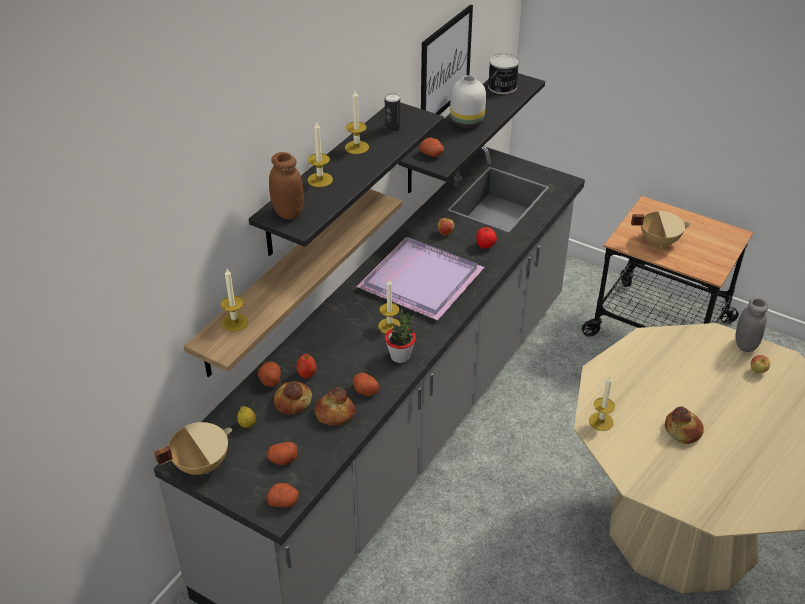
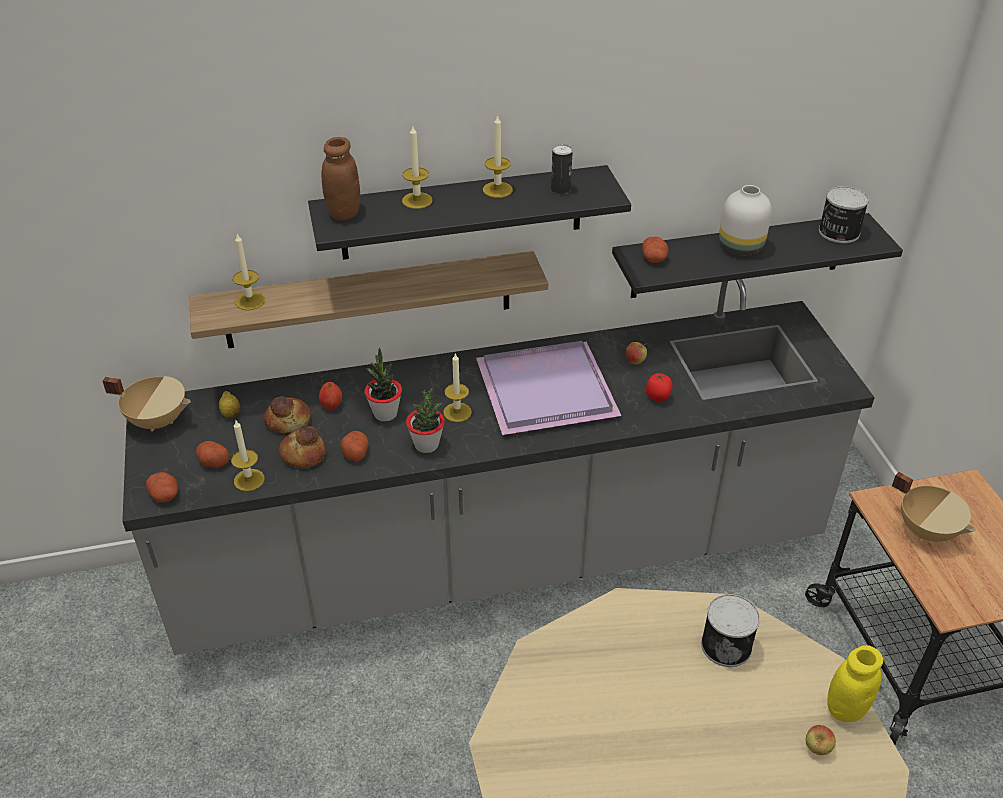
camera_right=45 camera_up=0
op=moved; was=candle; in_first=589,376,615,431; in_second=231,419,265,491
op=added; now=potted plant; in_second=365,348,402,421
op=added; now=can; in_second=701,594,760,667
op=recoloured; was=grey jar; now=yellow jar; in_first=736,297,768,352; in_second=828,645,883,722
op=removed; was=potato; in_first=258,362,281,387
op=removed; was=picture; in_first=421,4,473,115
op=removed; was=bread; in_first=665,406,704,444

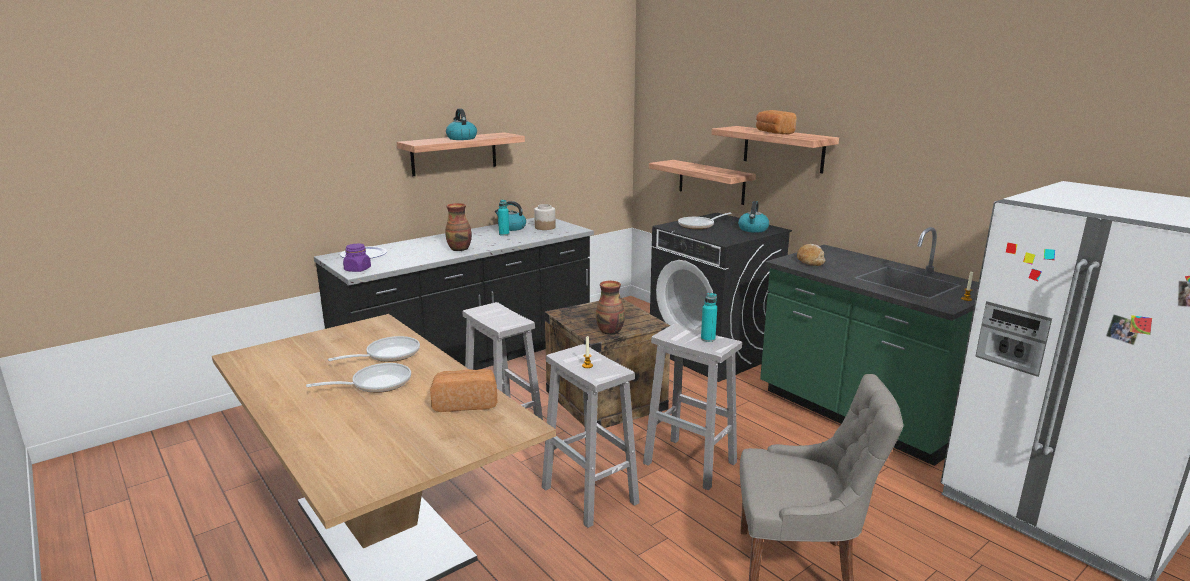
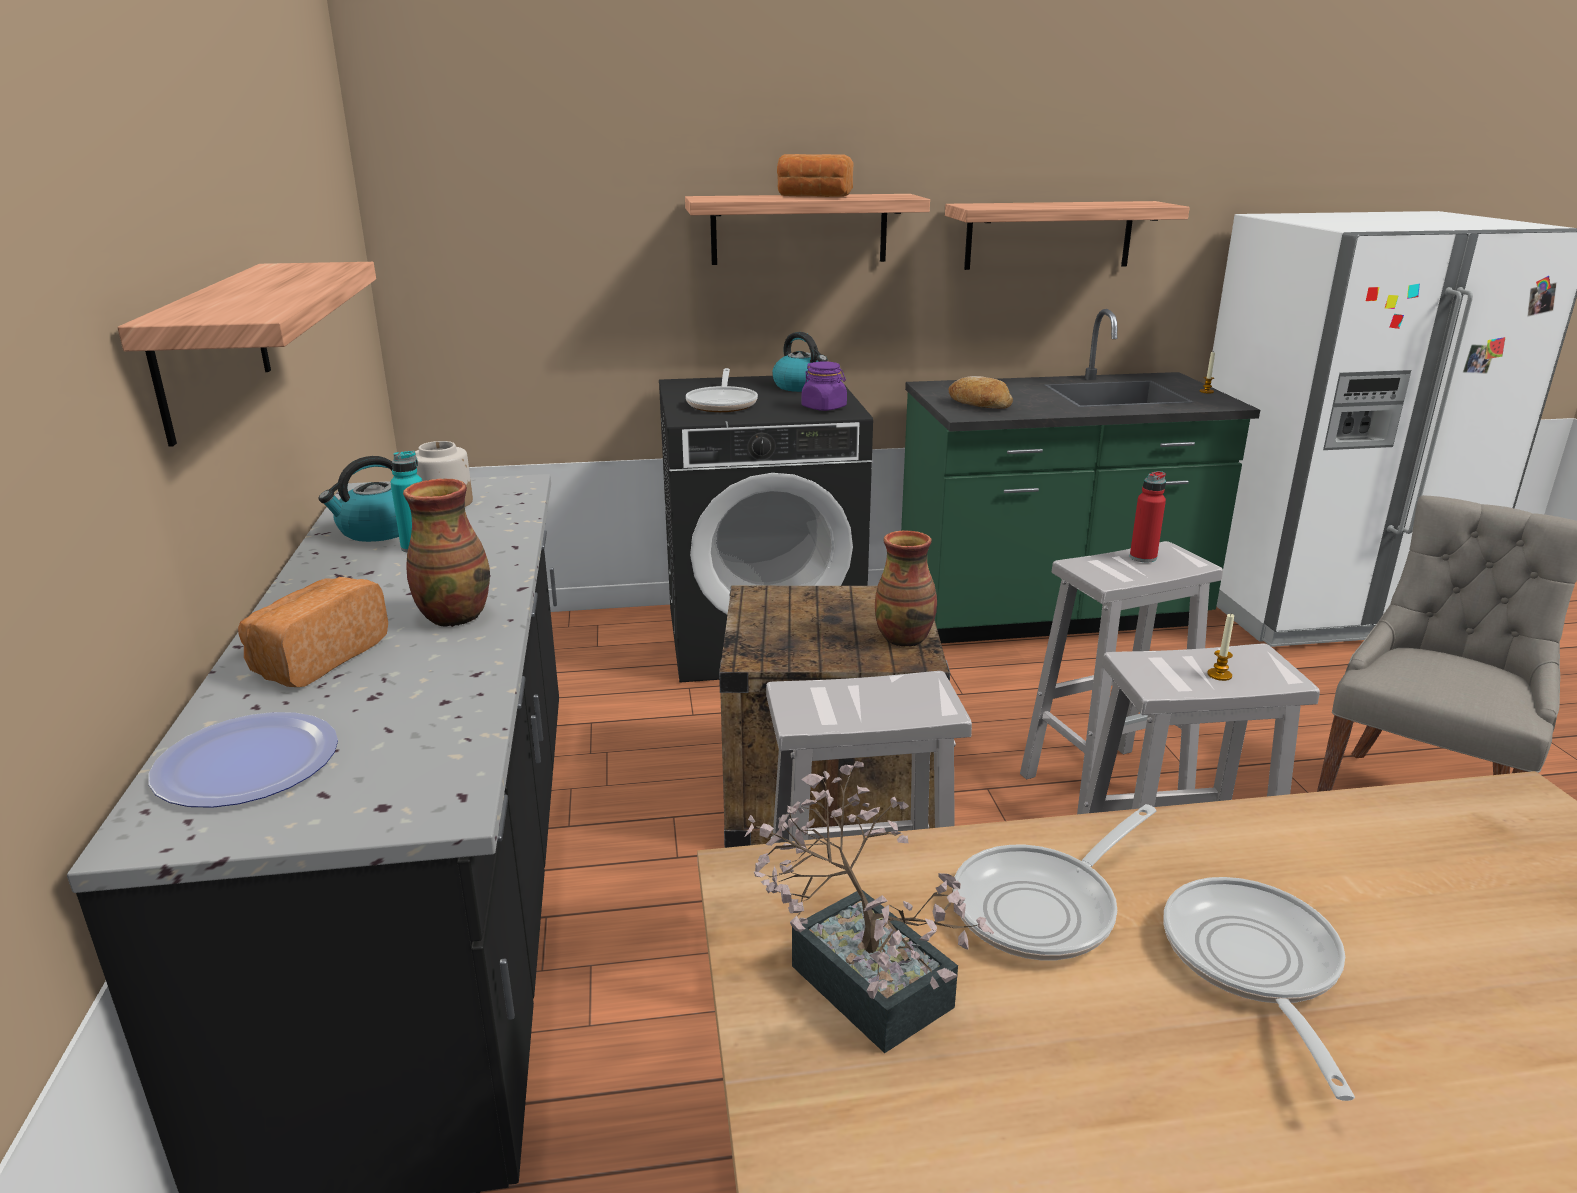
camera_right=-60 camera_up=5
op=moved; was=bread; in_first=430,369,497,412; in_second=238,577,388,687
op=added; now=potted plant; in_second=744,761,994,1053
op=moved; was=purple jar; in_first=343,244,371,272; in_second=802,361,847,411
op=moved; was=shelf; in_first=649,160,756,205; in_second=945,201,1190,270
op=turned; was=frying pan; in_first=328,336,420,362; in_second=953,804,1156,960; clockwise=-120
op=recoloured; was=turquoise bottle; now=red bottle; in_first=701,293,717,342; in_second=1130,471,1166,563
op=removed; was=kettle; in_first=446,108,477,140

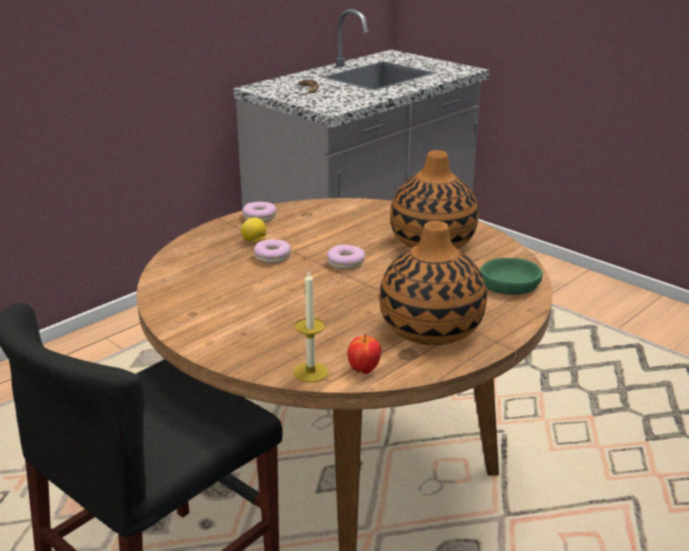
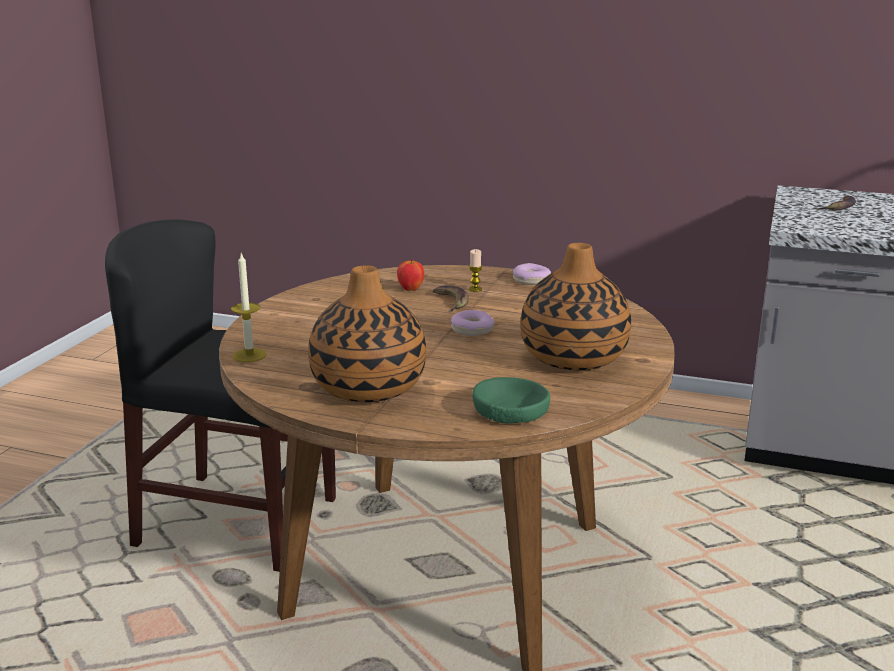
camera_right=65 camera_up=-5
op=moved; was=apple; in_first=348,334,381,374; in_second=397,258,424,291
op=replaced; was=donut; now=banana; in_first=254,239,291,264; in_second=433,286,469,312
op=replaced; was=lemon; now=candle; in_first=241,218,266,242; in_second=469,249,482,292

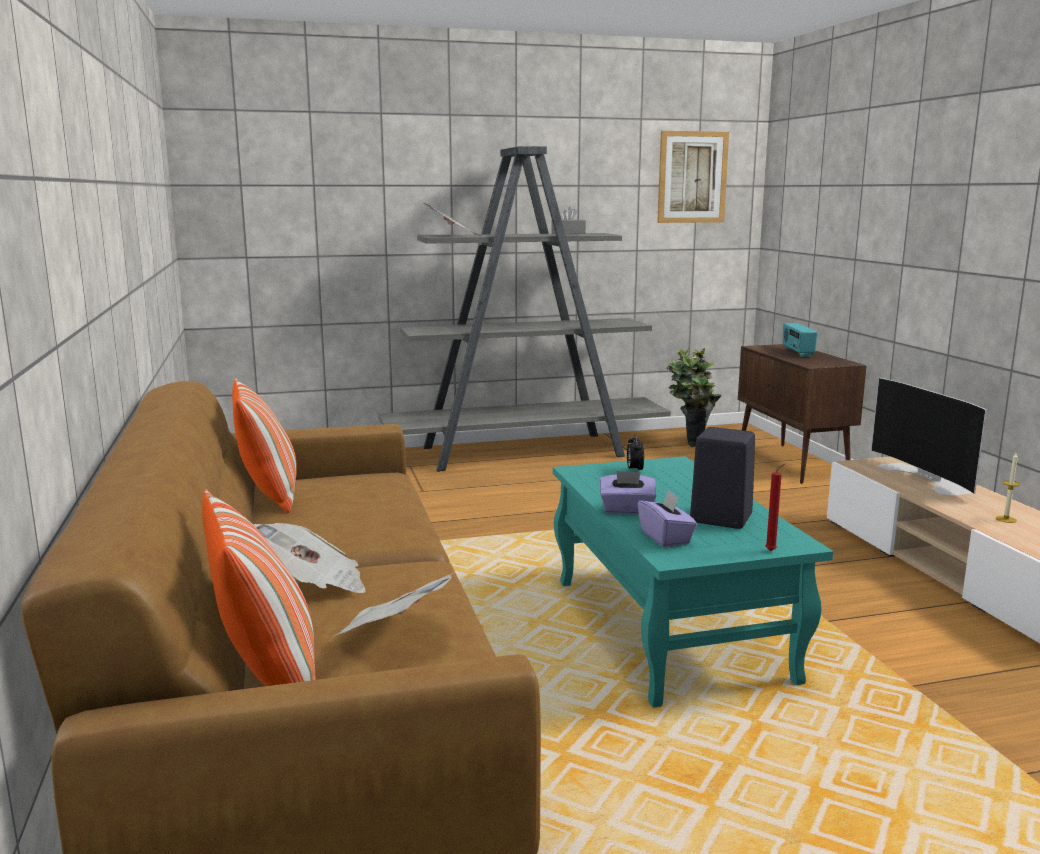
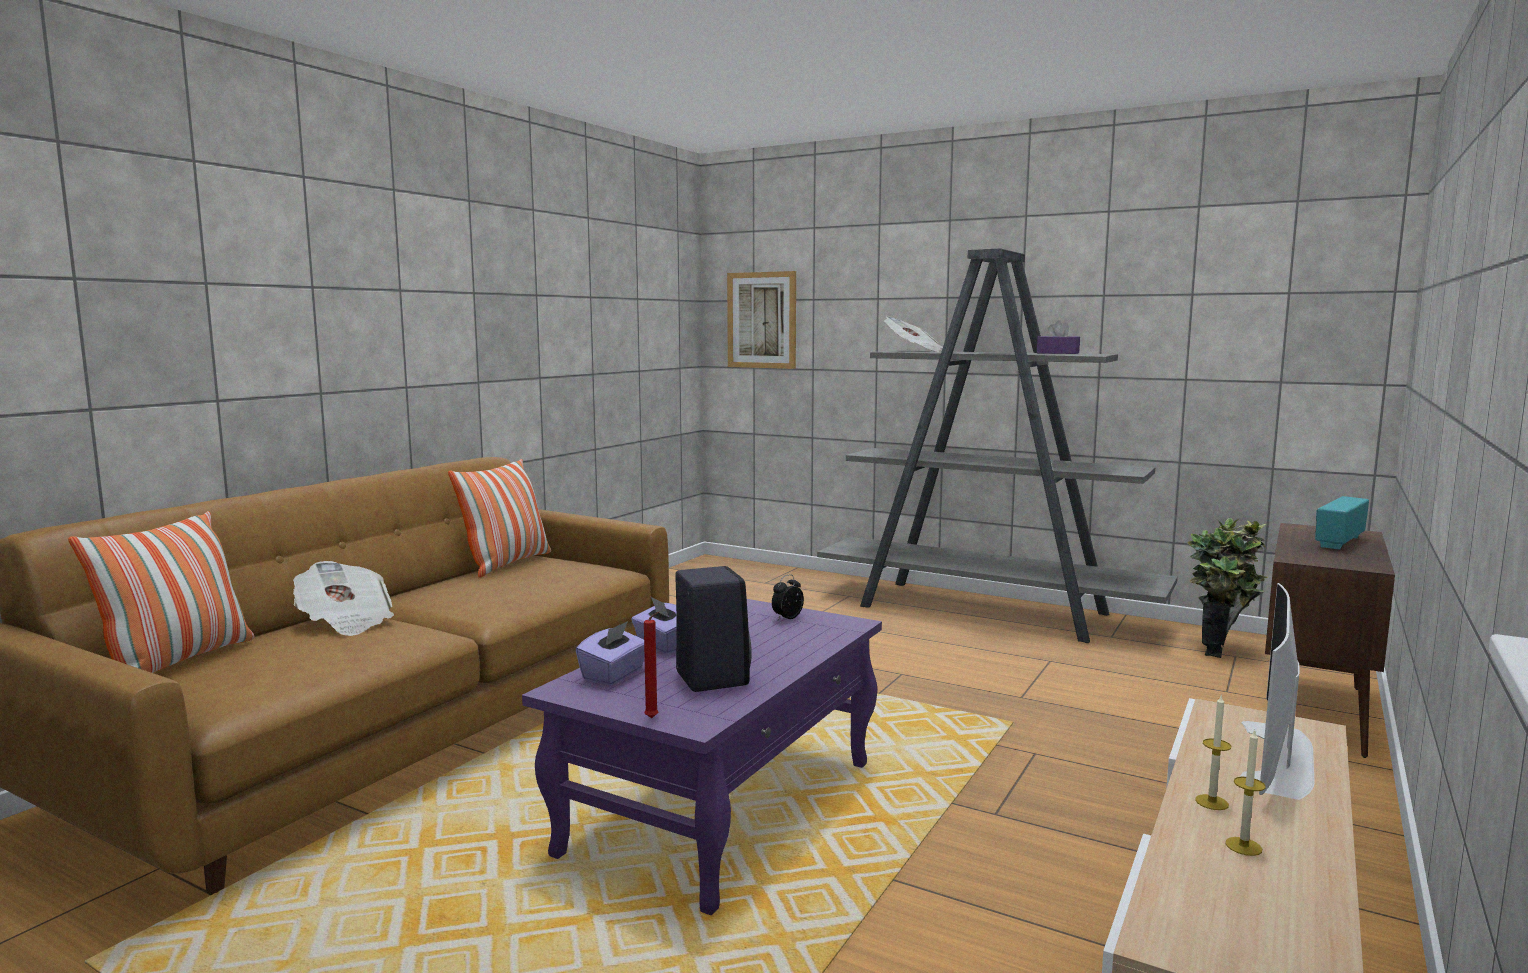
camera_right=45 camera_up=-5
op=recoloured; was=turquoise coffee table; now=purple coffee table; in_first=553,456,833,708; in_second=522,599,882,915
op=moved; was=picture; in_first=657,131,729,223; in_second=727,271,796,369
op=recoloured; was=grey tissue box; now=purple tissue box; in_first=551,207,586,234; in_second=1037,320,1080,354
op=added; now=candle; in_second=1195,696,1231,810
op=removed; was=newspaper; in_first=332,573,453,637

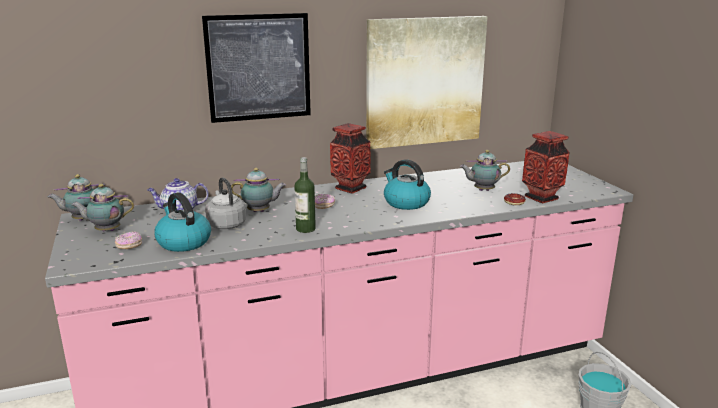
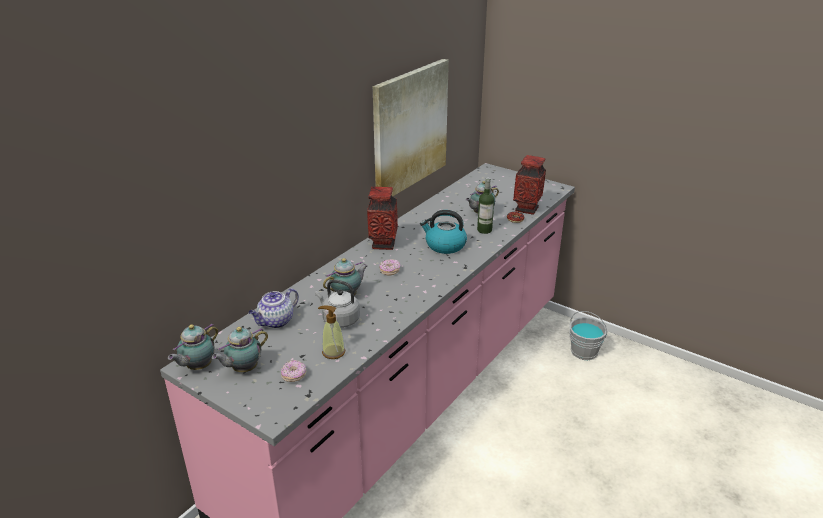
camera_right=-35 camera_up=10
op=replaced; was=kettle; now=soap dispenser; in_first=154,192,211,252; in_second=318,306,345,359
op=moved; was=bottle; in_first=294,157,316,233; in_second=477,178,494,234
op=removed; was=picture; in_first=202,13,311,123

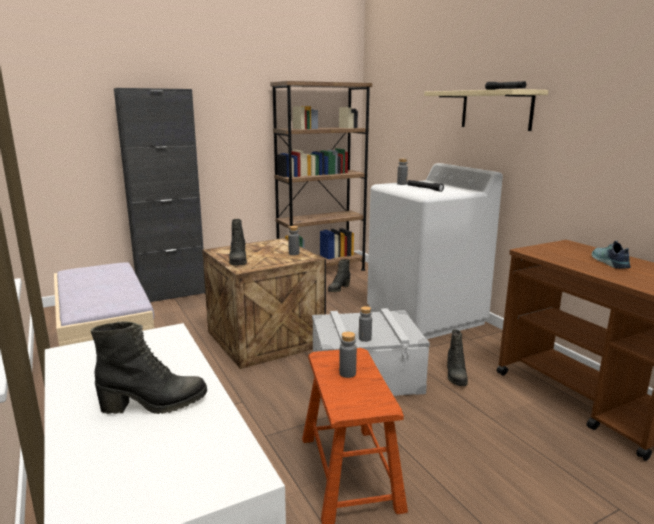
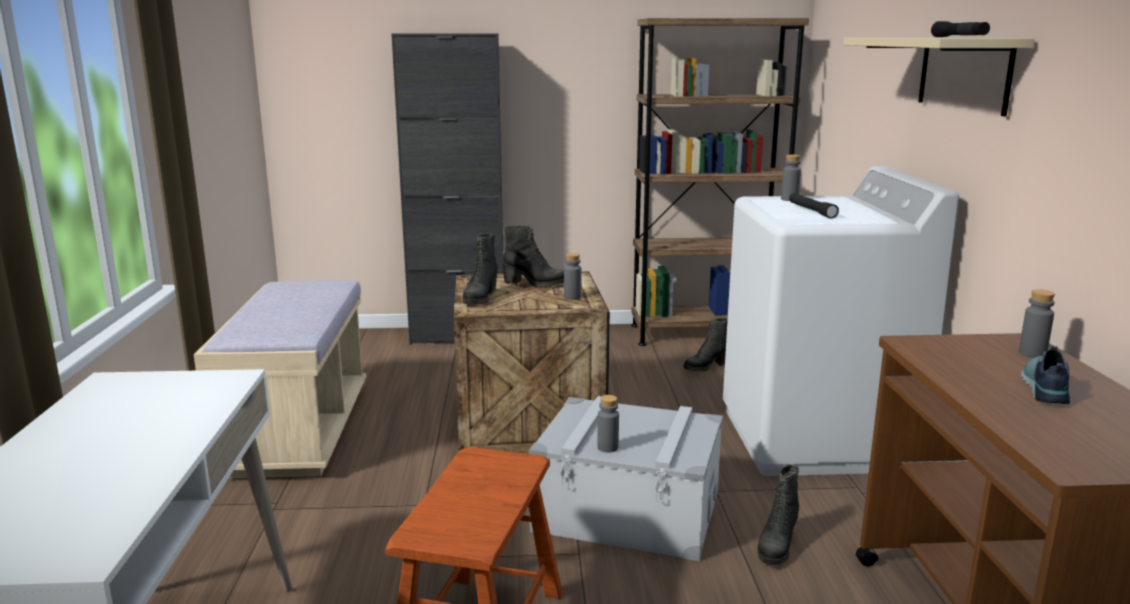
camera_right=25 camera_up=0
op=moved; was=black boot; in_first=91,321,207,414; in_second=503,226,564,287
op=moved; was=grey bottle; in_first=339,332,357,378; in_second=1019,289,1055,358

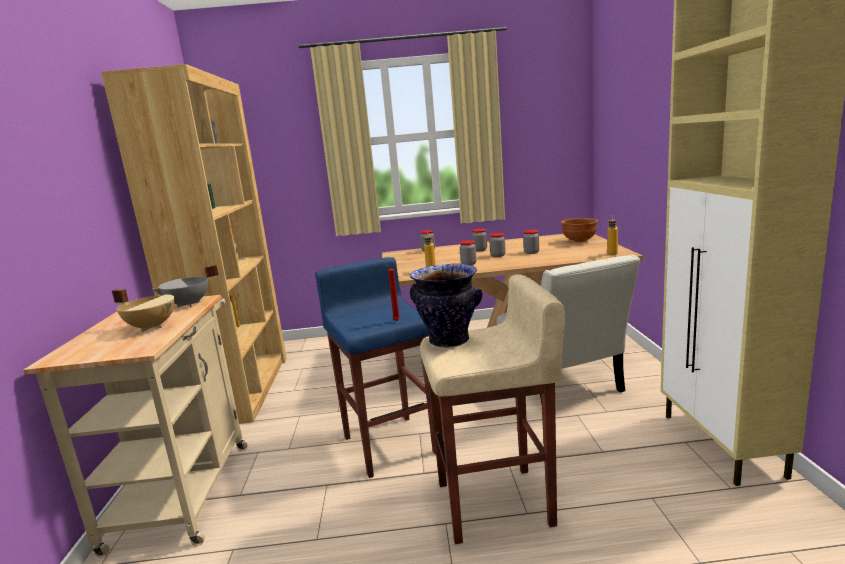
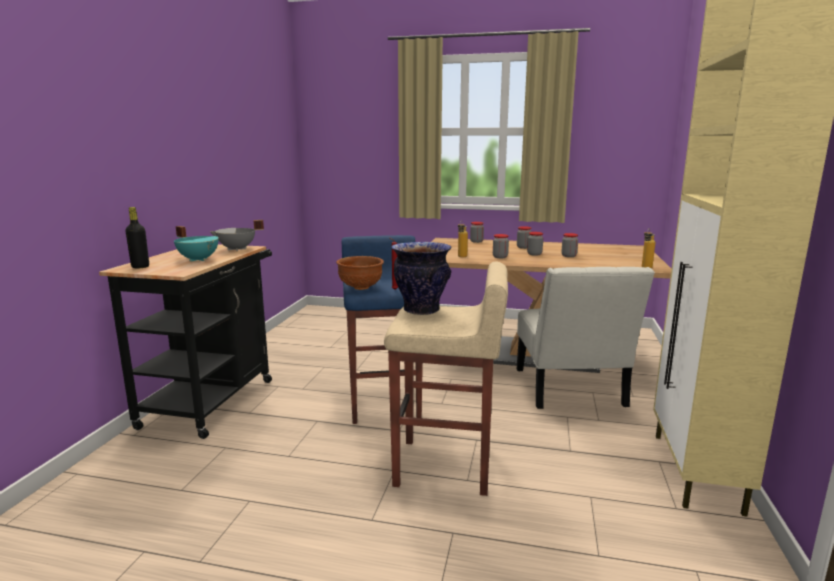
camera_right=15 camera_up=0
op=recoloured; was=beige cart; now=black cart; in_first=23,295,248,557; in_second=99,244,272,439
op=added; now=black bottle; in_second=125,207,149,268
op=recoloured; was=beige cooking pot; now=turquoise cooking pot; in_first=112,289,174,332; in_second=174,226,219,262
op=moved; was=brown bowl; in_first=561,218,598,243; in_second=336,256,384,290
op=removed; was=brown bookcase; in_first=101,64,287,424

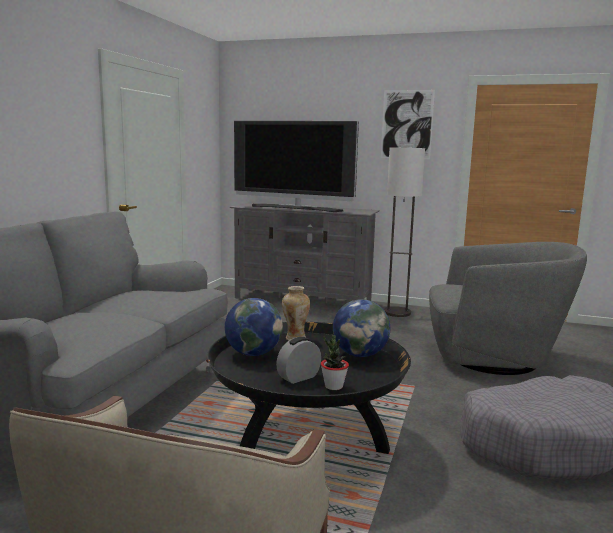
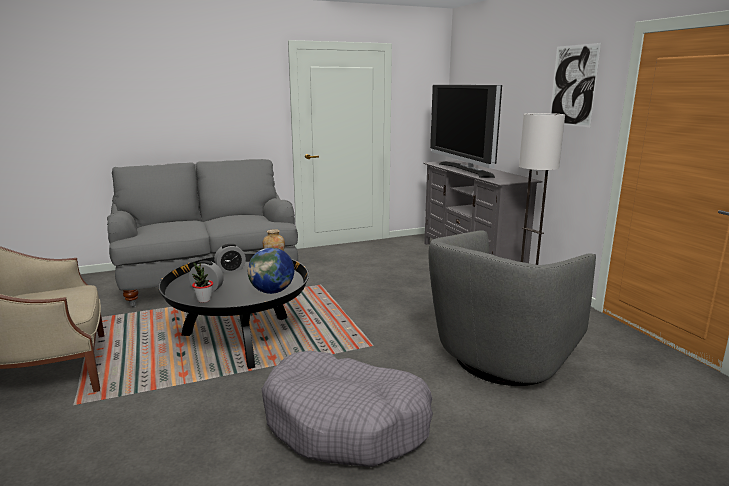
camera_right=50 camera_up=5
op=replaced; was=globe; now=alarm clock; in_first=225,298,283,356; in_second=214,244,246,273
op=turned; was=grey armchair; in_first=429,242,587,375; in_second=428,230,596,386; clockwise=75

